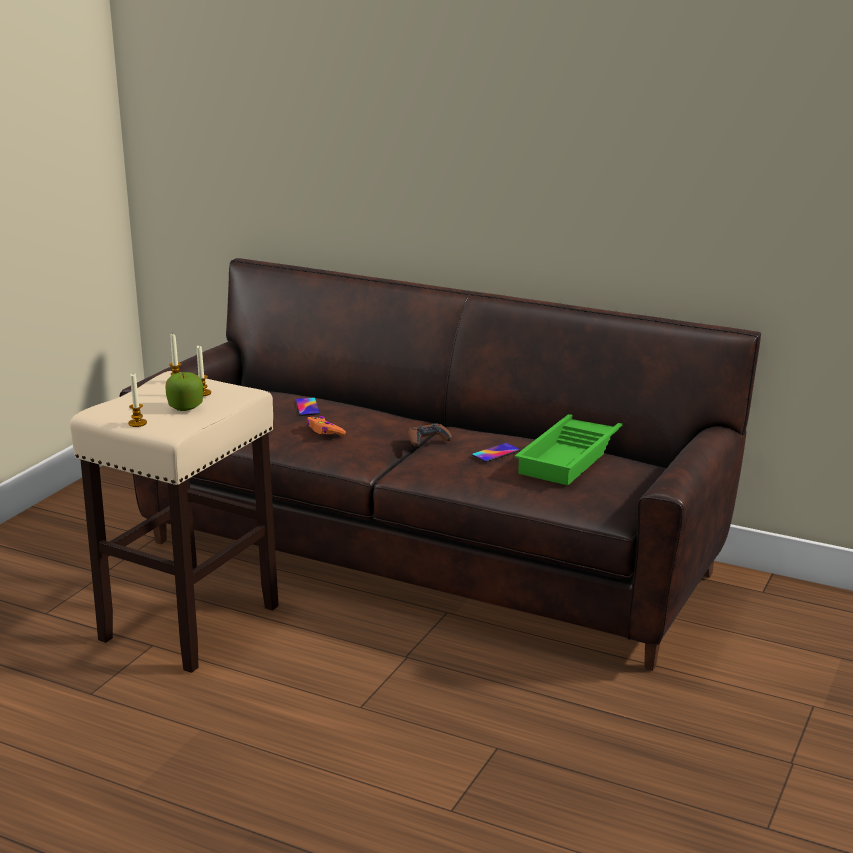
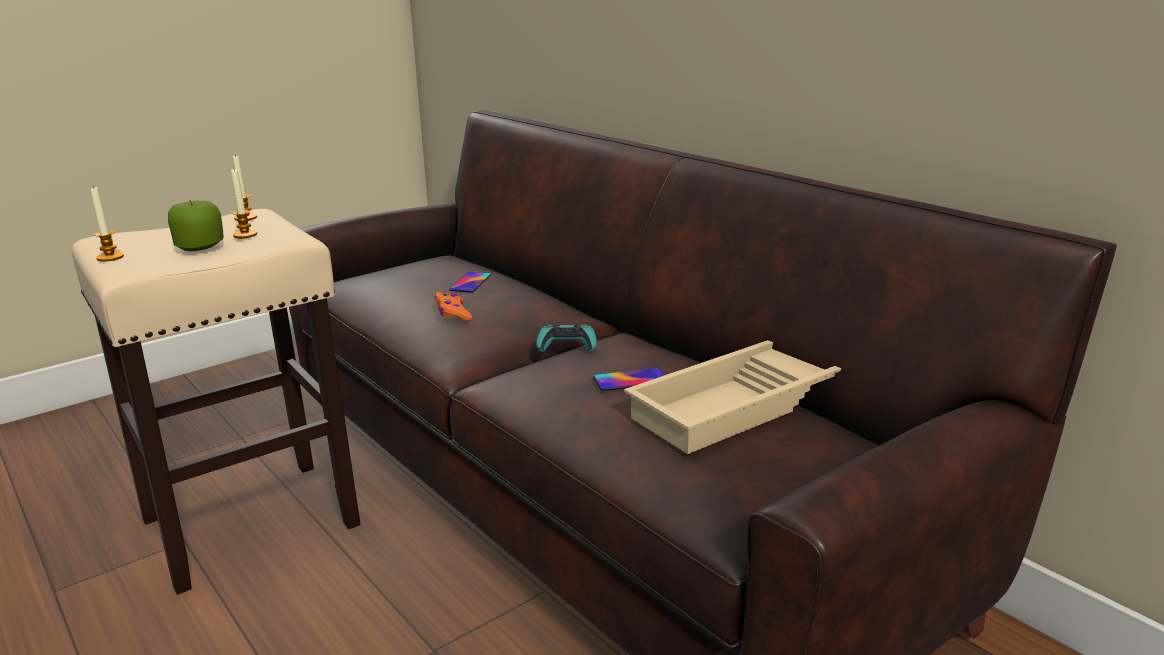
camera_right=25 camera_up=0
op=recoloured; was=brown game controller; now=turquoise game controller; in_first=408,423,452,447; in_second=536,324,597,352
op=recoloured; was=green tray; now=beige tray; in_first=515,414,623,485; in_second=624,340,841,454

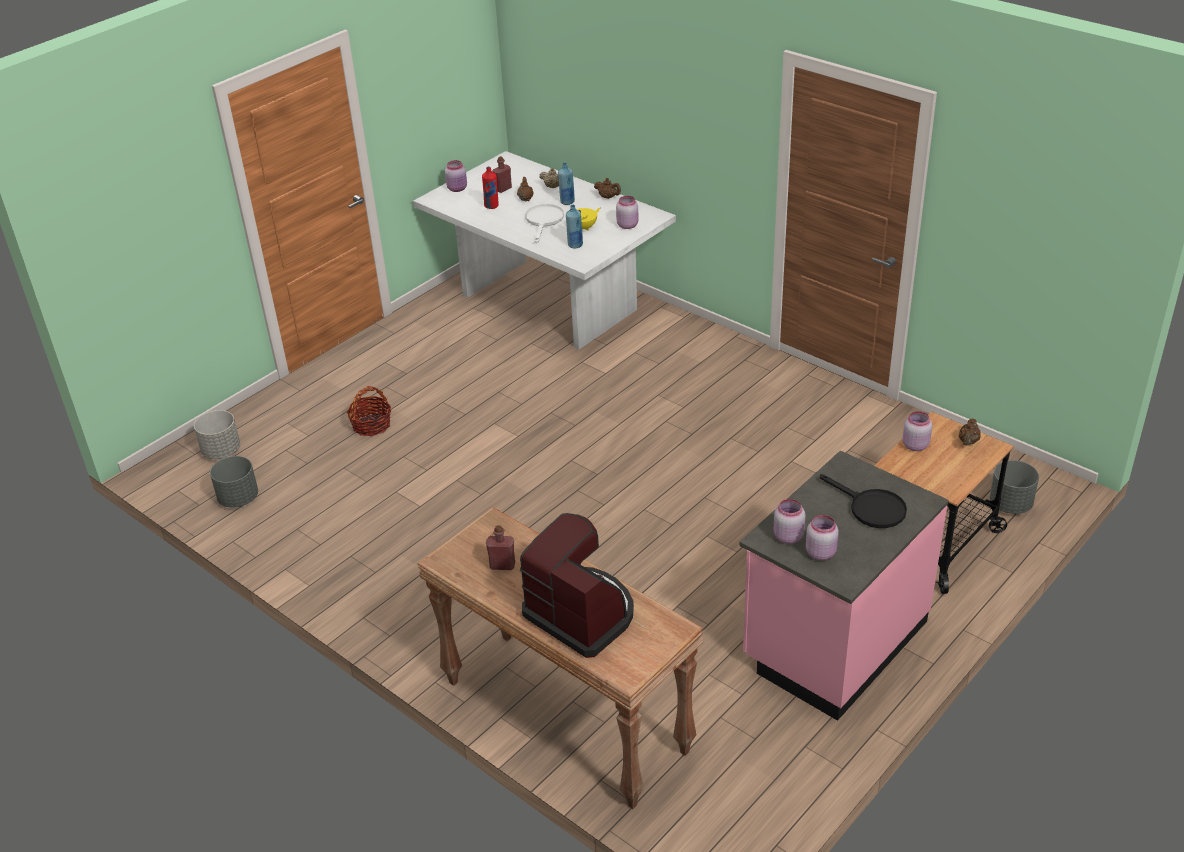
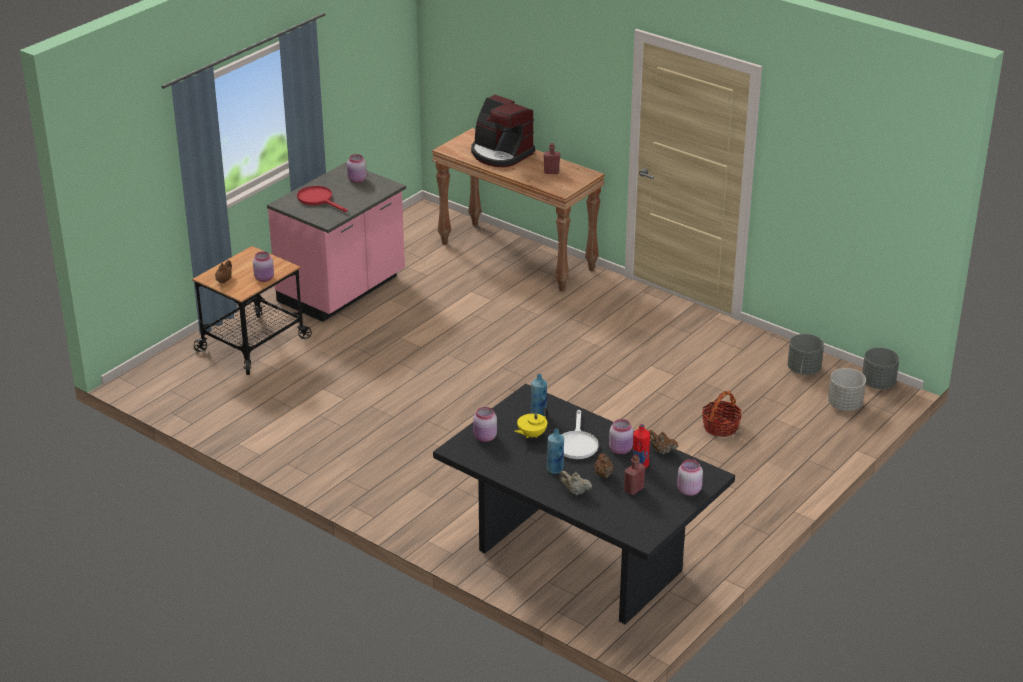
camera_right=175 camera_up=-5
op=recoloured; was=black frying pan; now=red frying pan; in_first=820,474,907,528; in_second=297,186,348,212
op=recoloured; was=white dining table; now=black dining table; in_first=413,151,676,349; in_second=433,384,735,624
op=moved; was=pink jar; in_first=773,499,806,544; in_second=609,419,634,455
op=moved; was=brown teapot; in_first=594,178,621,199; in_second=649,430,678,454
op=moved; was=grey planter; in_first=990,460,1039,514; in_second=862,347,899,389

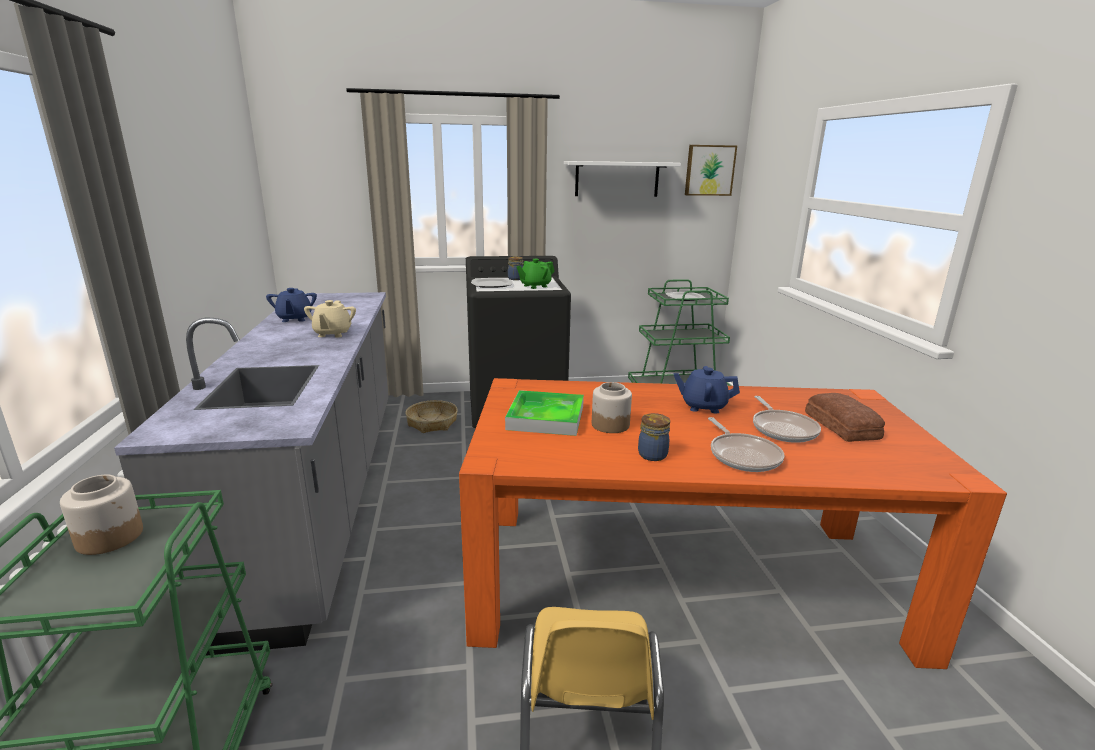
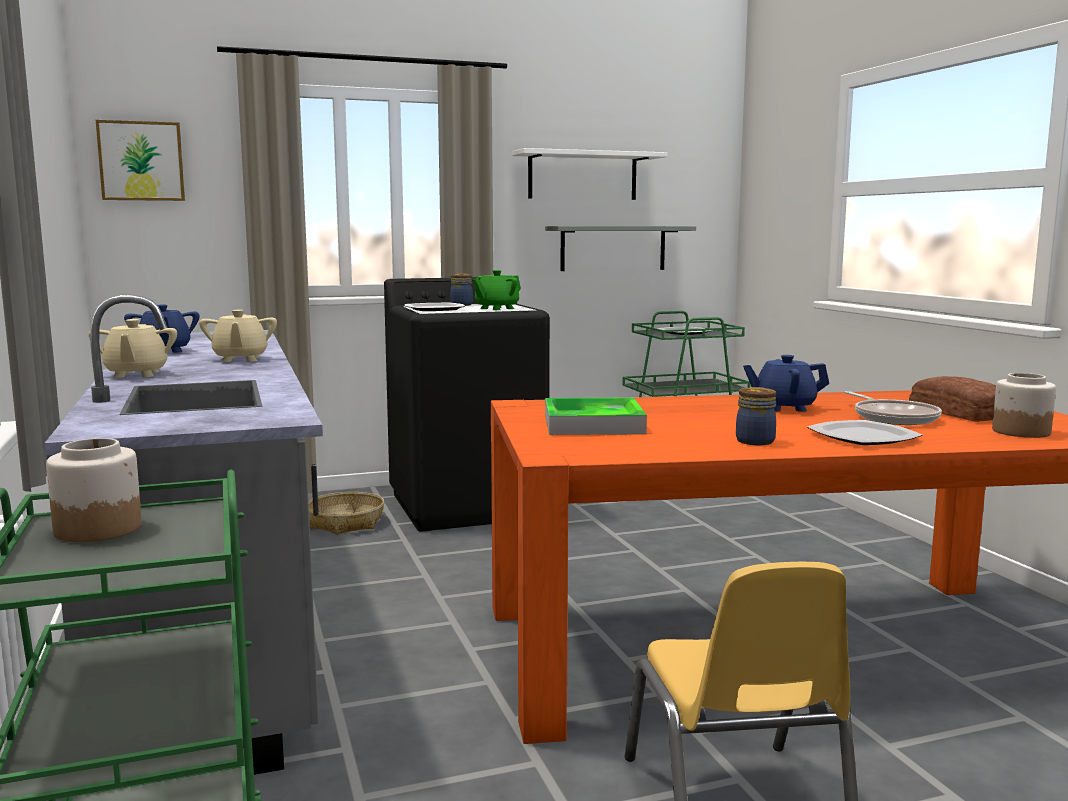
camera_right=-10 camera_up=-10
op=added; now=beige teapot; in_second=88,319,177,378
op=moved; was=picture; in_first=685,145,737,196; in_second=96,120,185,201
op=added; now=grey shelf; in_second=545,226,696,271
op=replaced; was=frying pan; now=plate; in_first=708,417,784,472; in_second=807,420,922,445
op=moved; was=jar; in_first=592,382,632,433; in_second=992,373,1056,438

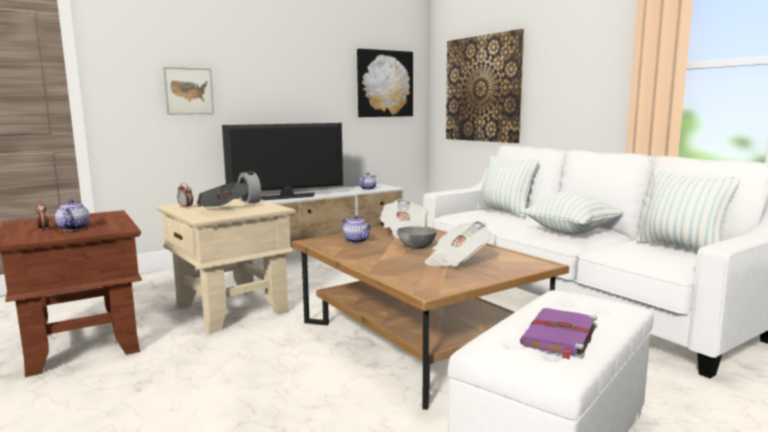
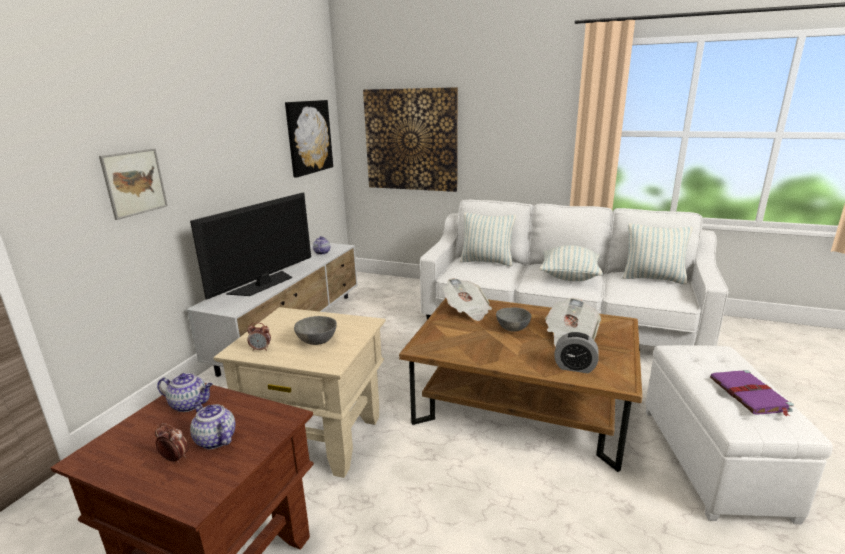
camera_right=-35 camera_up=10
op=moved; was=teapot; in_first=341,215,372,243; in_second=157,373,213,412
op=replaced; was=newspaper; now=grey bowl; in_first=197,182,248,207; in_second=294,316,337,345
op=moved; was=alarm clock; in_first=238,171,261,203; in_second=554,332,598,373

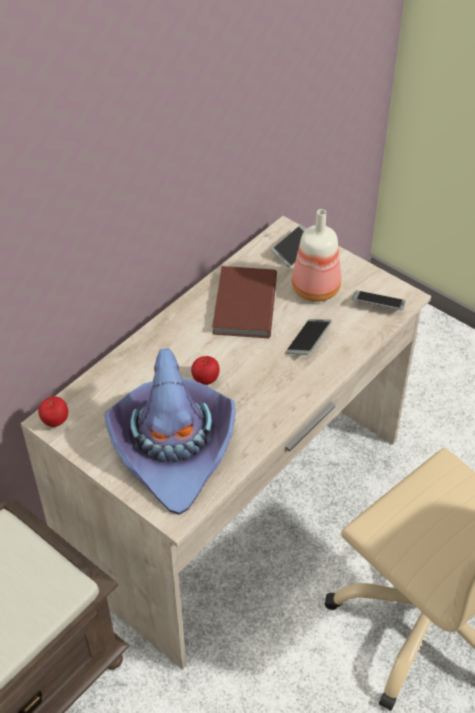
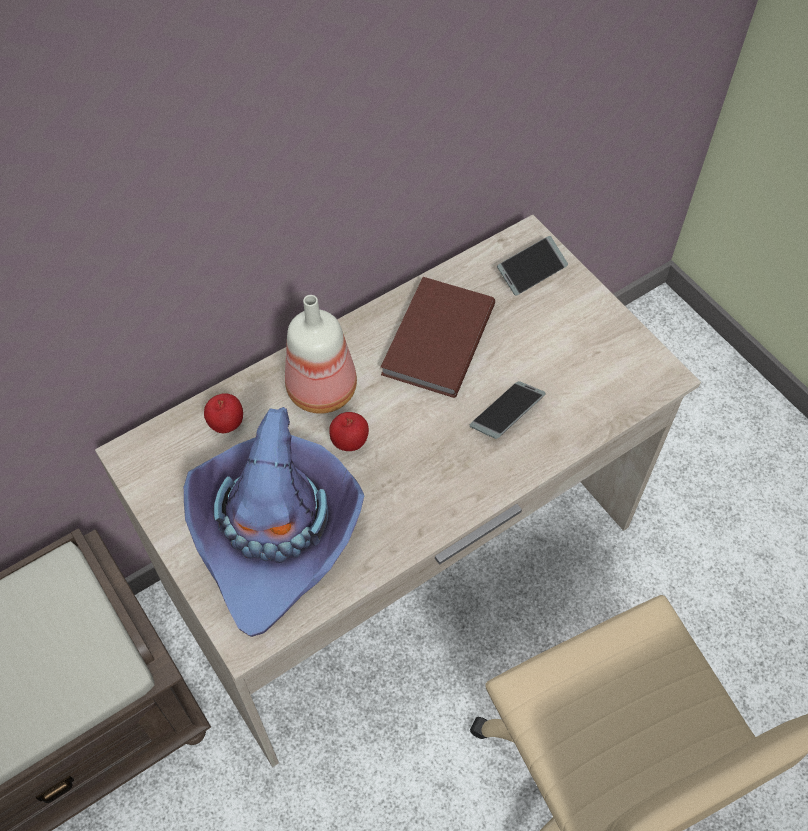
camera_right=15 camera_up=10
op=moved; was=apple; in_first=38,396,68,427; in_second=204,393,243,433
op=moved; was=bottle; in_first=292,209,341,302; in_second=285,295,357,414
op=removed; was=phone; in_first=352,290,406,310

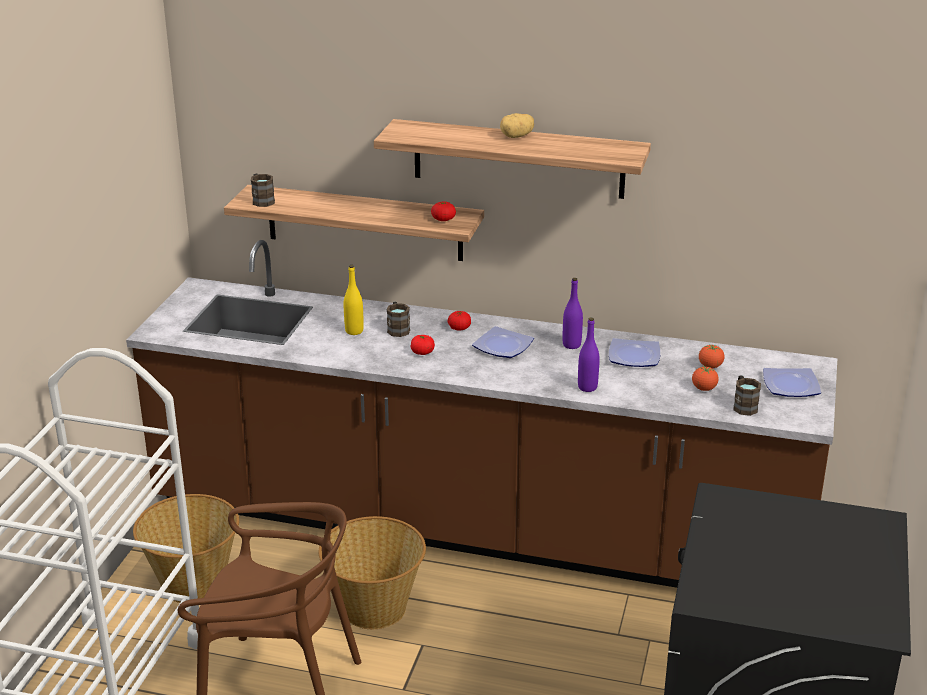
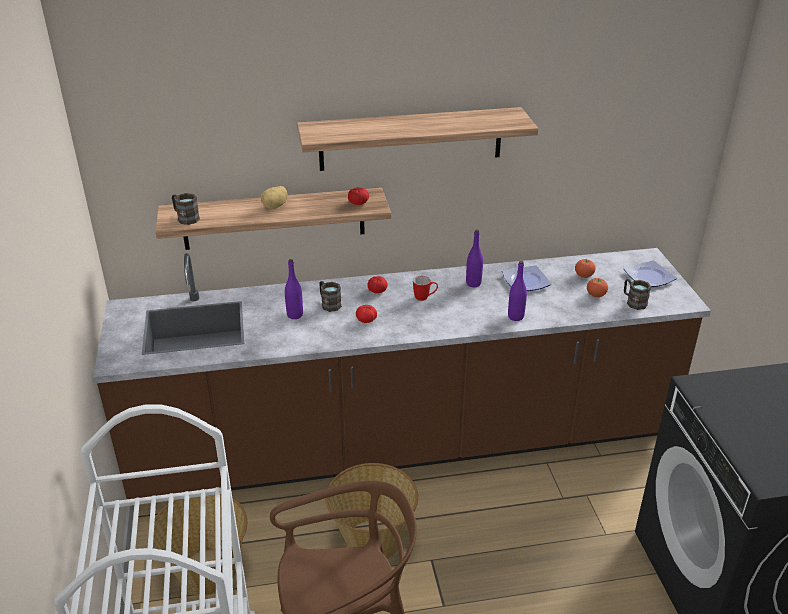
camera_right=-25 camera_up=5
op=moved; was=potato; in_first=500,113,534,138; in_second=261,186,287,209
op=recoloured; was=yellow bottle; now=purple bottle; in_first=344,265,364,335; in_second=285,259,303,319
op=replaced; was=plate; now=mug; in_first=472,326,534,358; in_second=413,276,438,301

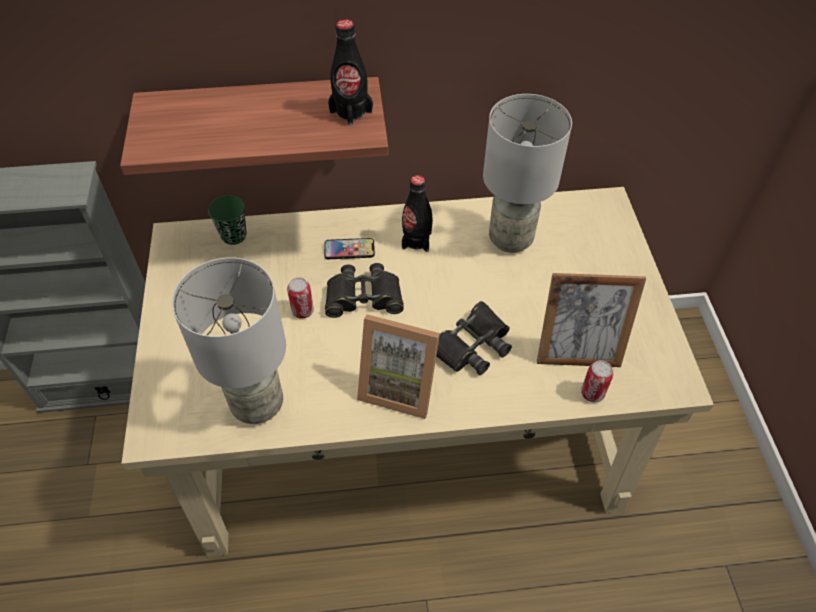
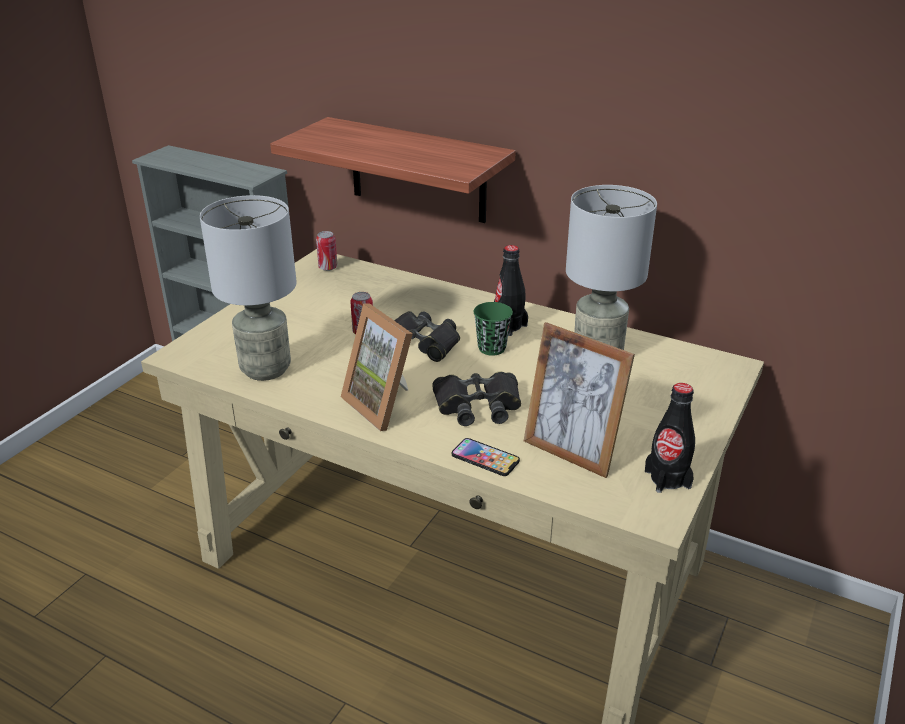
camera_right=35 camera_up=-20
op=moved; was=can; in_first=581,360,613,402; in_second=316,231,338,271
op=moved; was=phone; in_first=324,238,375,259; in_second=452,438,520,476
op=moved; was=green cup; in_first=208,195,247,245; in_second=473,302,513,356
op=moved; was=black bottle; in_first=328,19,373,126; in_second=645,383,695,493

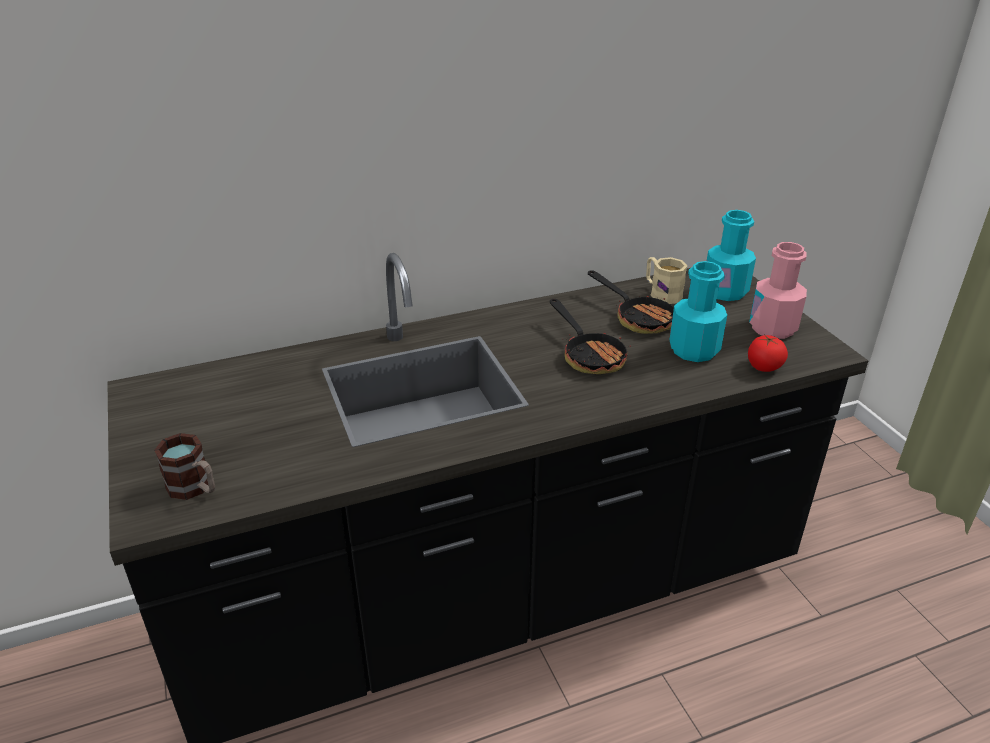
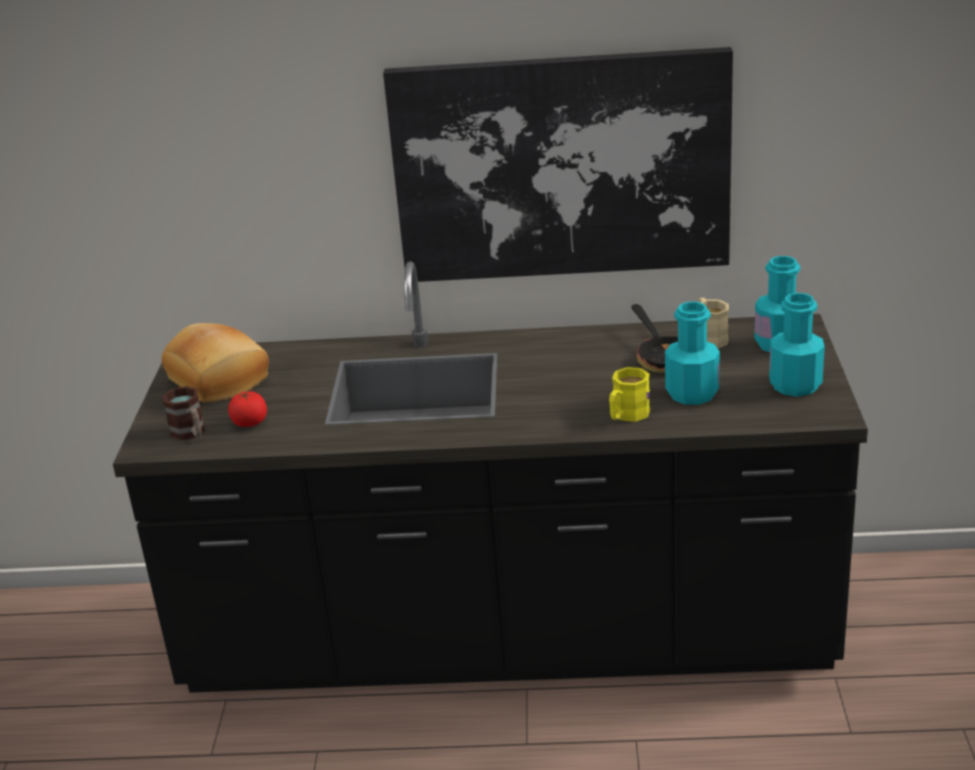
camera_right=25 camera_up=-5
op=added; now=bread; in_second=162,323,269,403
op=moved; was=tomato; in_first=748,335,788,372; in_second=228,391,267,427
op=added; now=picture; in_second=383,47,733,282
op=added; now=yellow mug; in_second=609,367,650,422
op=recoloured; was=pink bottle; now=turquoise bottle; in_first=749,242,807,339; in_second=769,293,825,397
op=removed; was=frying pan; in_first=550,299,631,374

